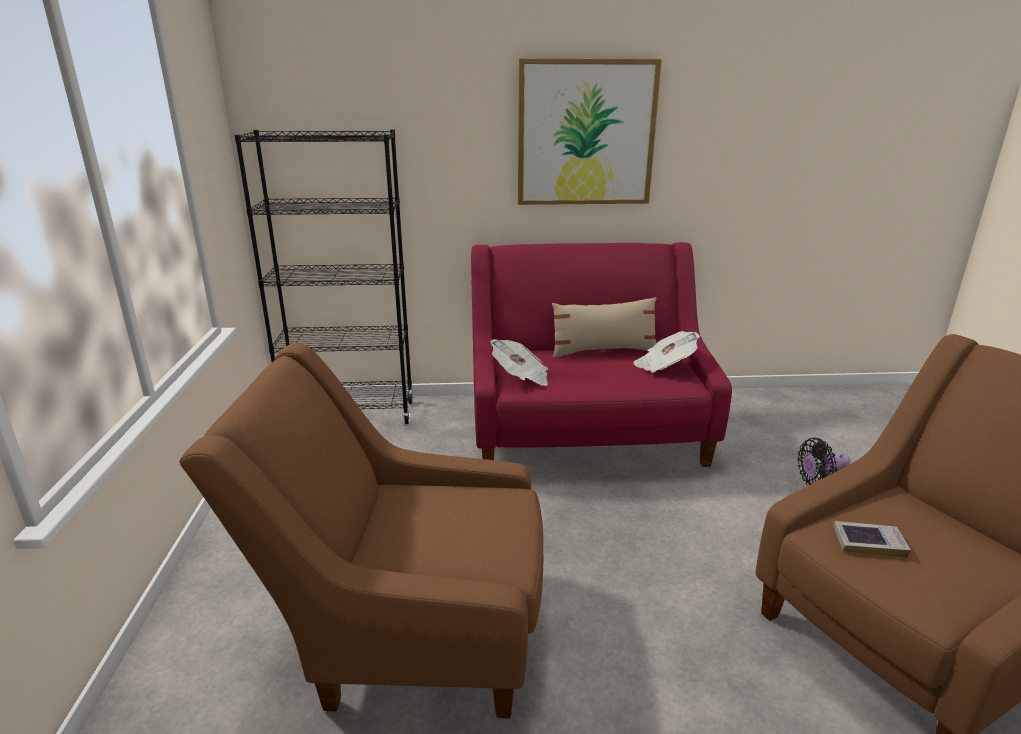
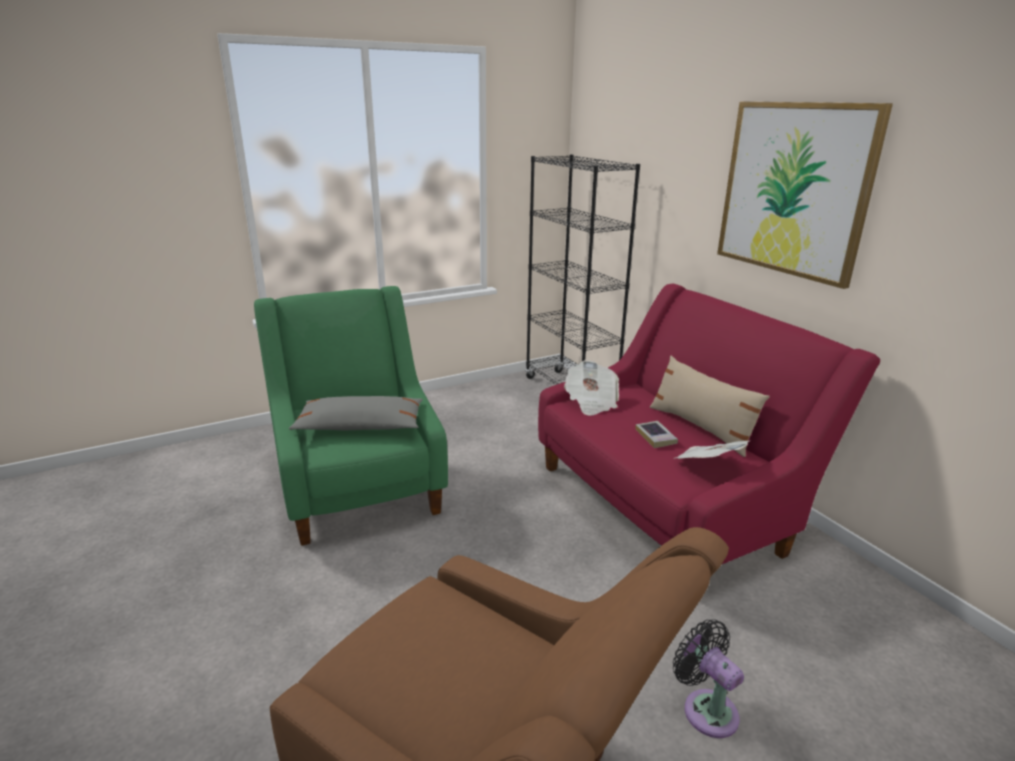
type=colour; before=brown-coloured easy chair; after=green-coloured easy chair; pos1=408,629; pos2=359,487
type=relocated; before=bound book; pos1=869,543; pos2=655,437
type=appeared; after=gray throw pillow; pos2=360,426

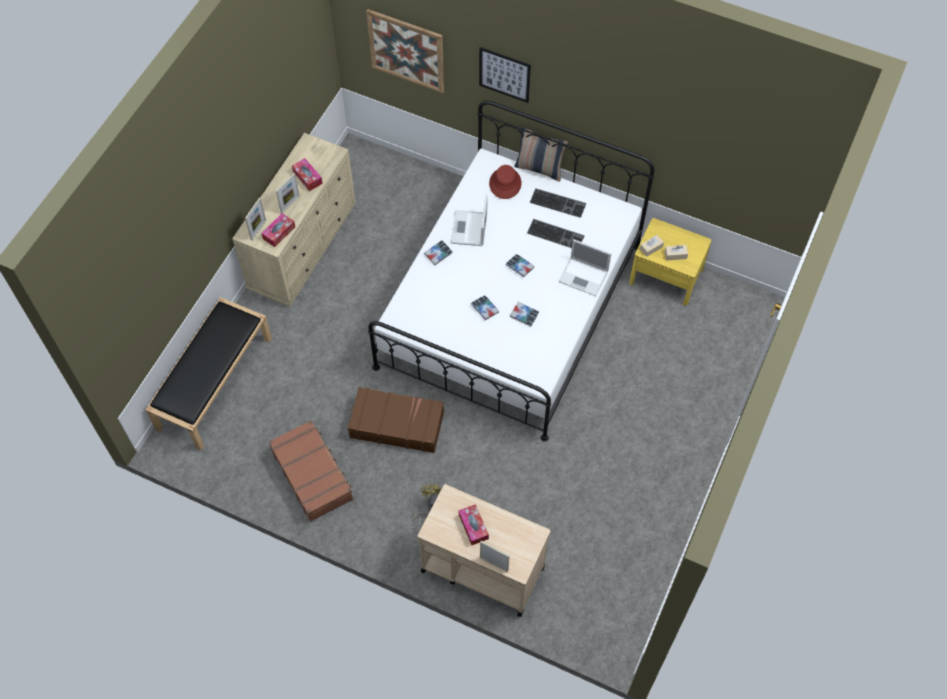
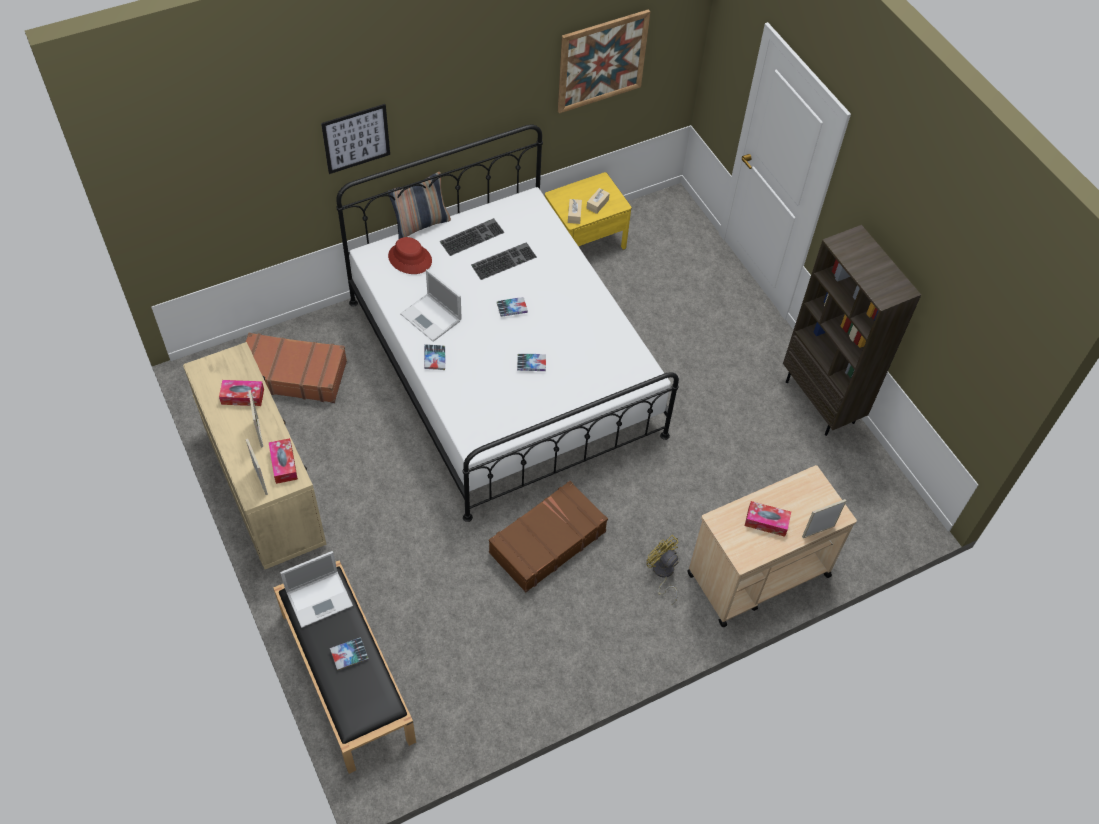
type=relocated; before=picture; pos1=406,50; pos2=602,61
type=relocated; before=notebook computer; pos1=584,277; pos2=320,598
type=relocated; before=bound book; pos1=524,315; pos2=349,655
type=relocated; before=brown-coloured piece of luggage; pos1=312,474; pos2=293,374
type=appeared; after=brown-coloured shelving unit; pos2=821,402

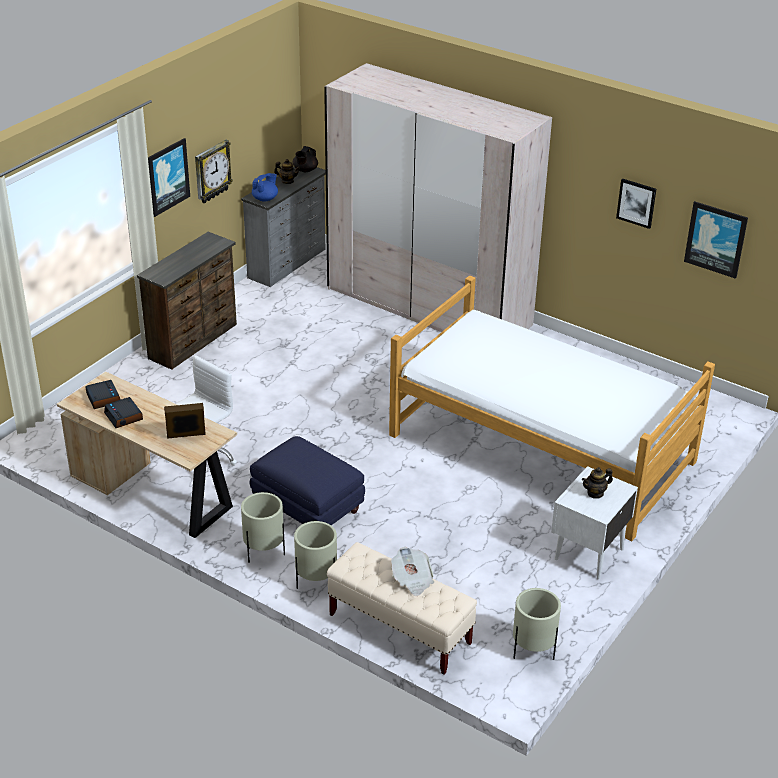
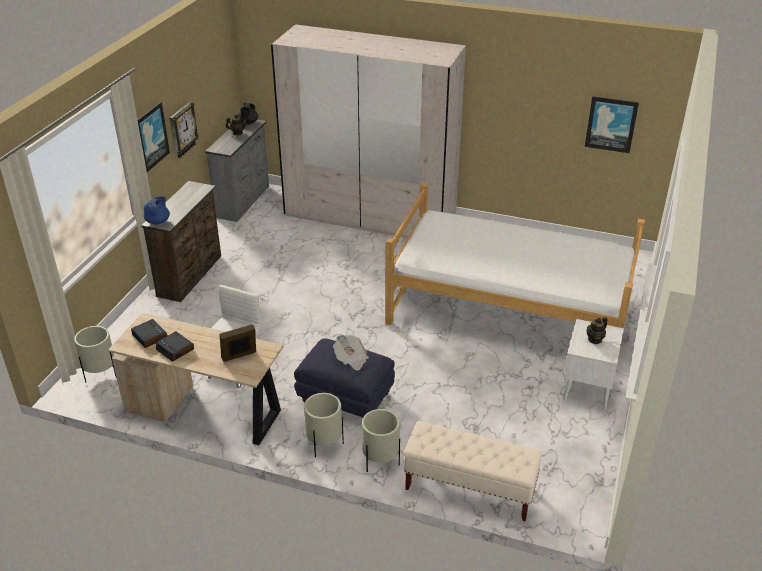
type=relocated; before=blue pot for tea; pos1=265,199; pos2=158,221
type=missing; before=picture; pos1=636,203
type=relocated; before=newspaper; pos1=412,580; pos2=351,359
type=relocated; before=sand-coloured planter; pos1=533,650; pos2=101,374

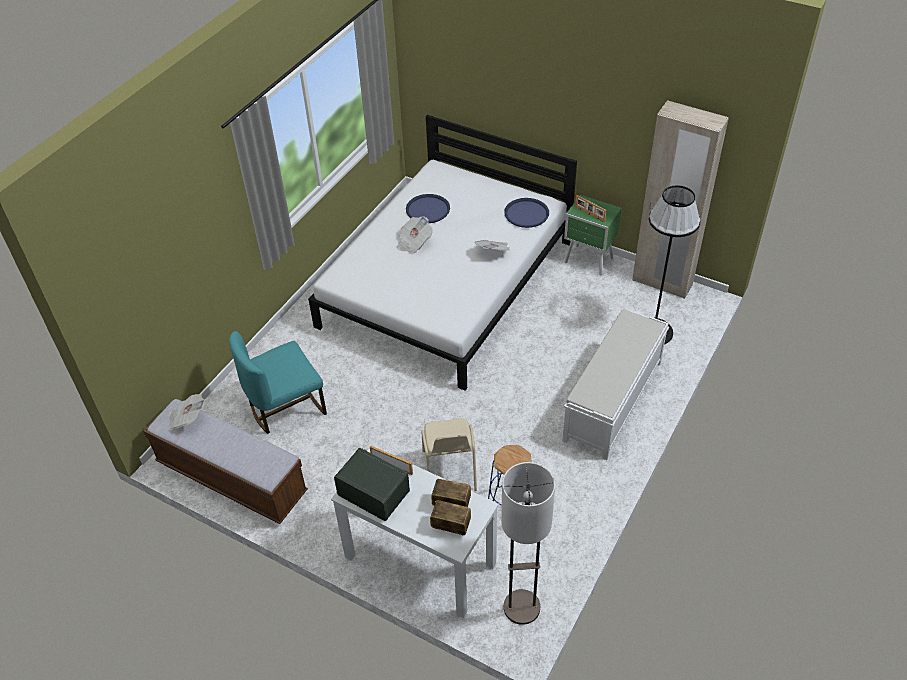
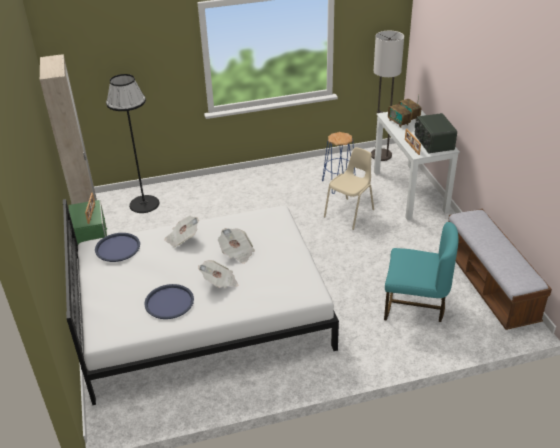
type=missing; before=white-coloured indoor bench; pos1=612,402
type=relocated; before=newspaper; pos1=187,418; pos2=237,253

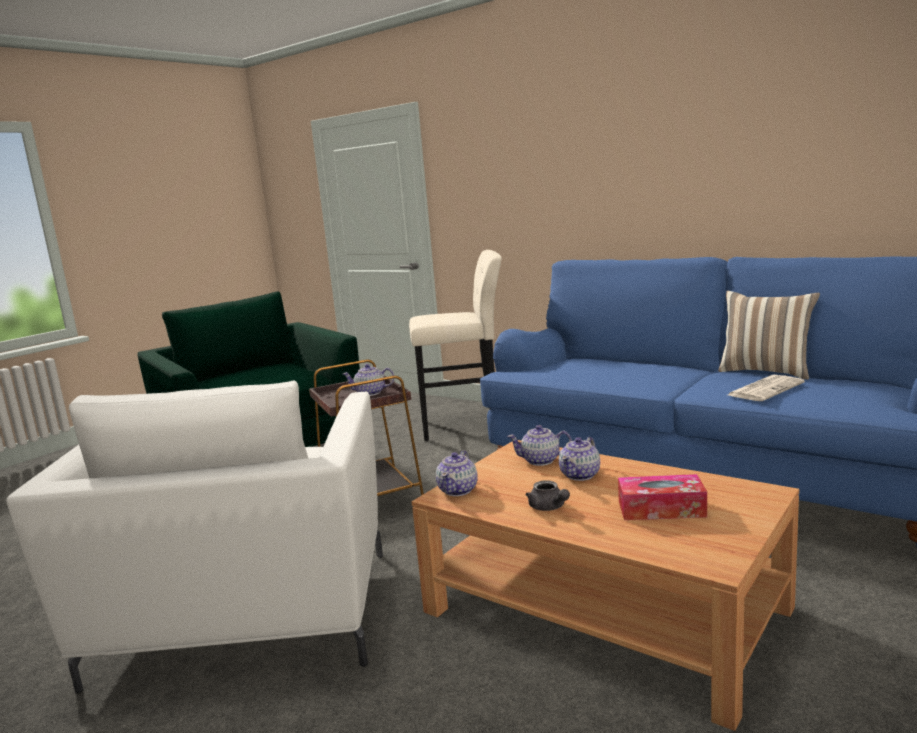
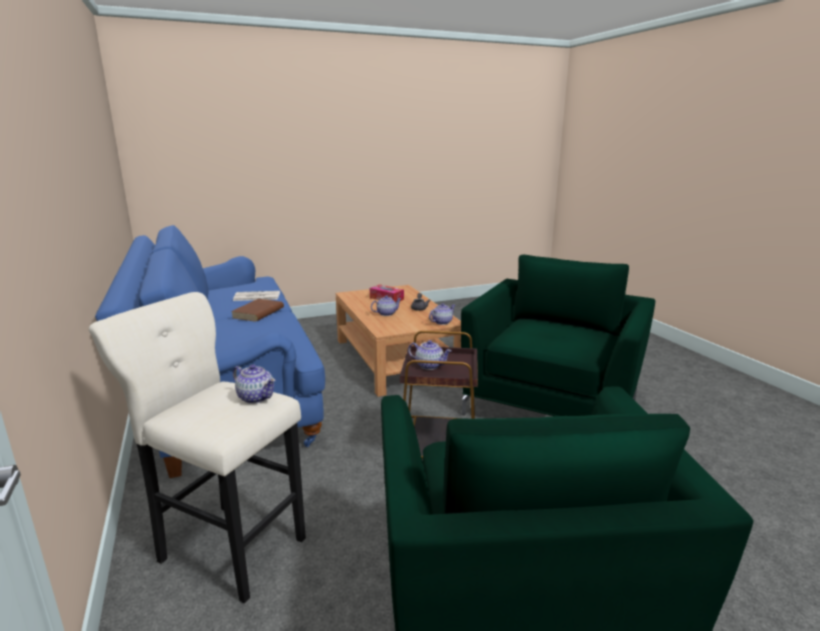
type=missing; before=throw pillow; pos1=766,371
type=colour; before=white-coloured easy chair; after=green-coloured easy chair; pos1=246,618; pos2=551,406
type=relocated; before=pot for tea; pos1=541,461; pos2=256,397
type=appeared; after=brown-coloured bound book; pos2=258,313

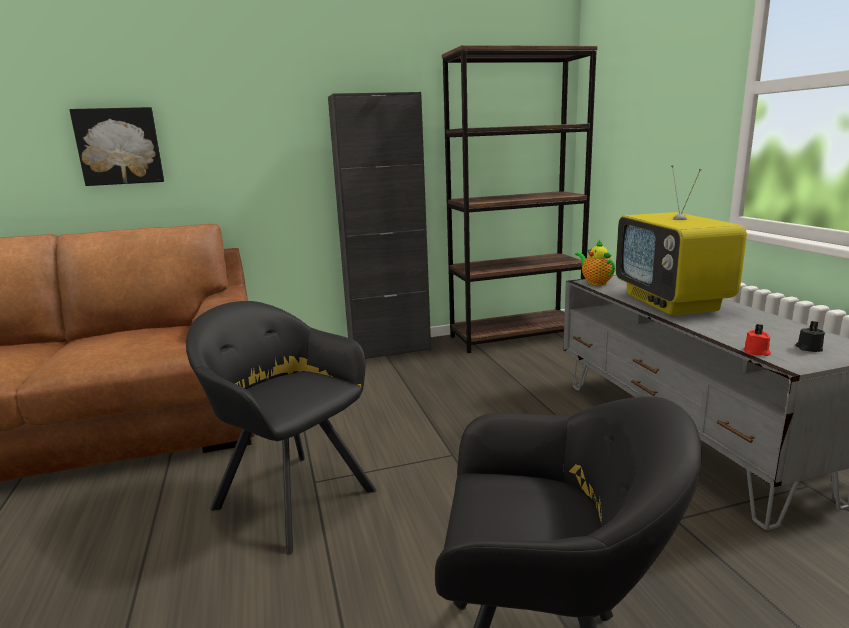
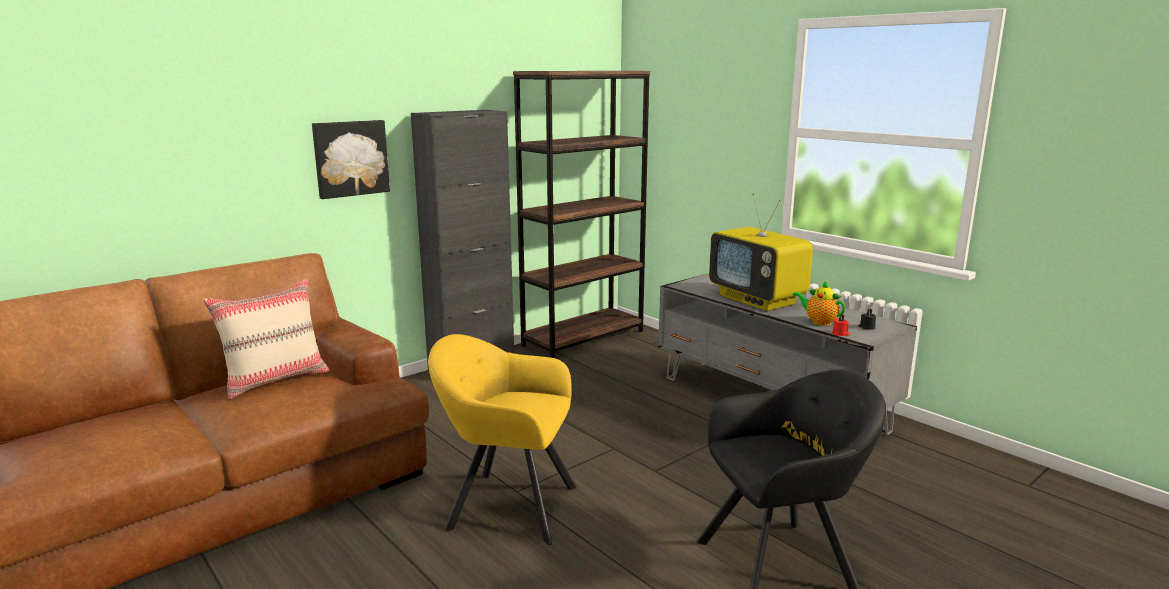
type=relocated; before=picture; pos1=119,146; pos2=350,158
type=relocated; before=pot for tea; pos1=595,282; pos2=819,322
type=colour; before=black easy chair; after=yellowish easy chair; pos1=290,495; pos2=506,505
type=appeared; after=sand-coloured throw pillow; pos2=275,380

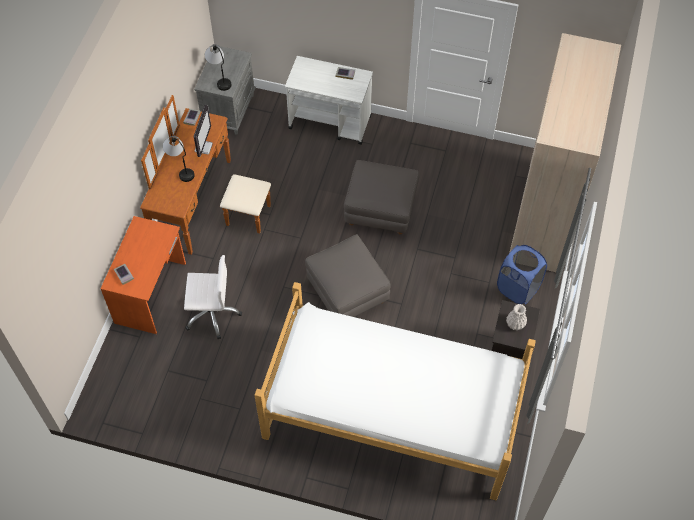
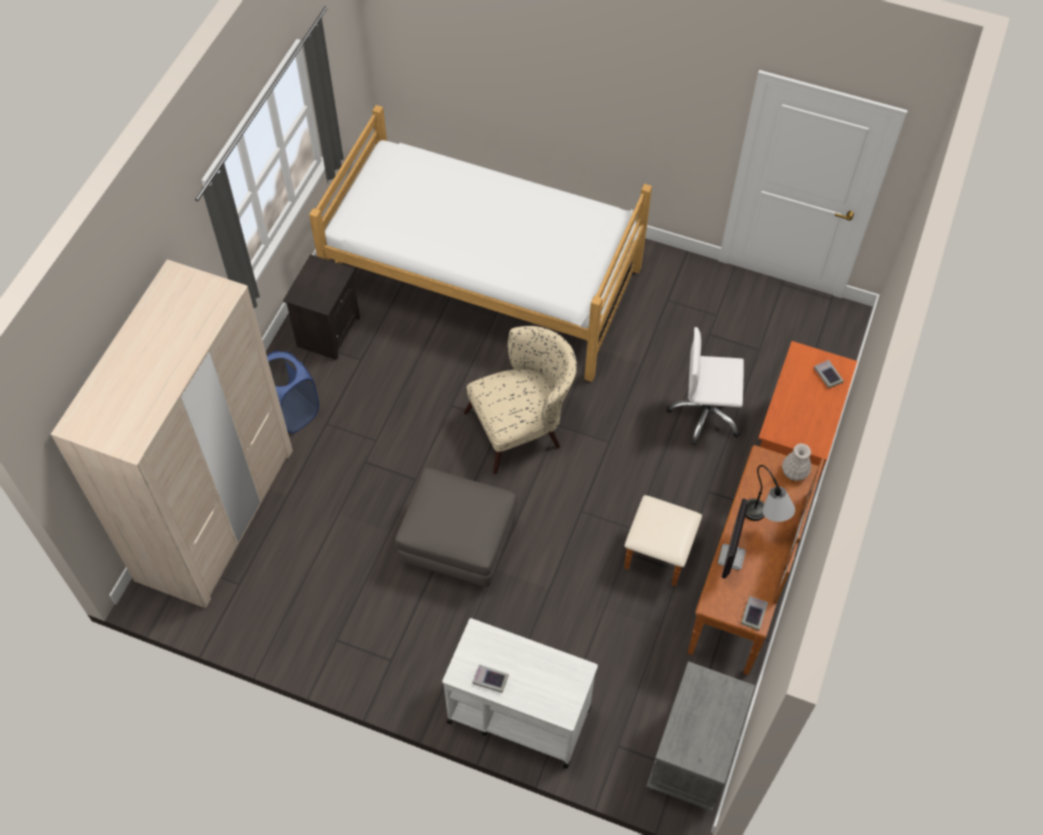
type=missing; before=table lamp; pos1=220,78
type=exchanged; before=gray footrest; after=sand-coloured easy chair; pos1=347,292; pos2=522,427
type=relocated; before=white-coloured decorative vase; pos1=515,324; pos2=794,472

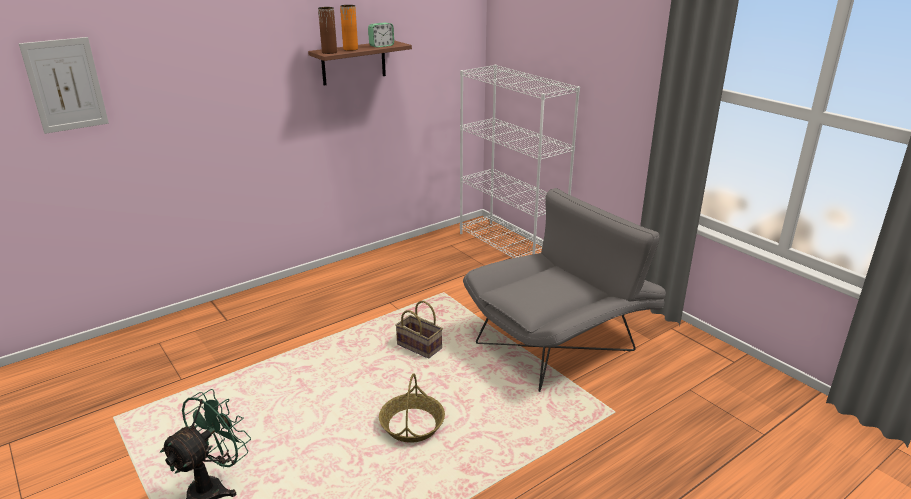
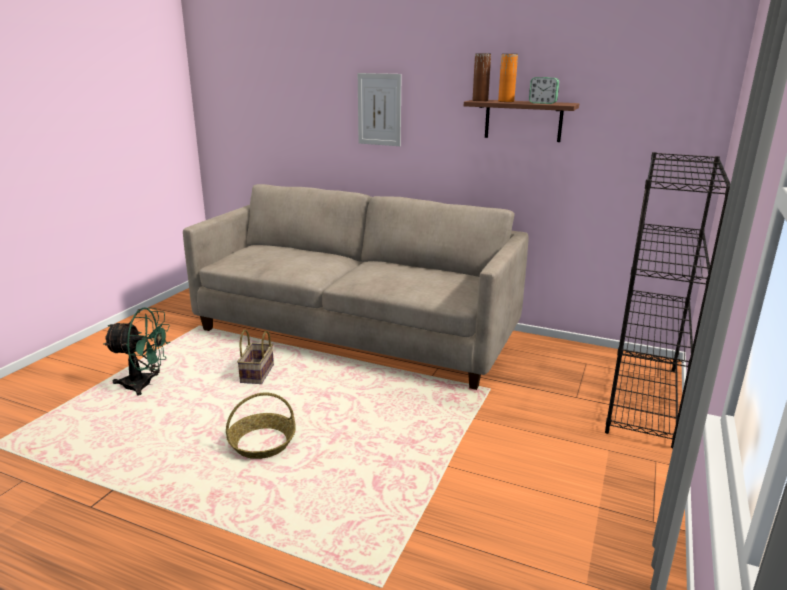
type=relocated; before=picture; pos1=65,85; pos2=379,109
type=colour; before=white-coloured shelving unit; after=black shelving unit; pos1=511,247; pos2=643,399
type=missing; before=gray easy chair; pos1=562,341
type=relocated; before=storage basket; pos1=420,347; pos2=258,374
type=appeared; after=sand-coloured sofa; pos2=356,332

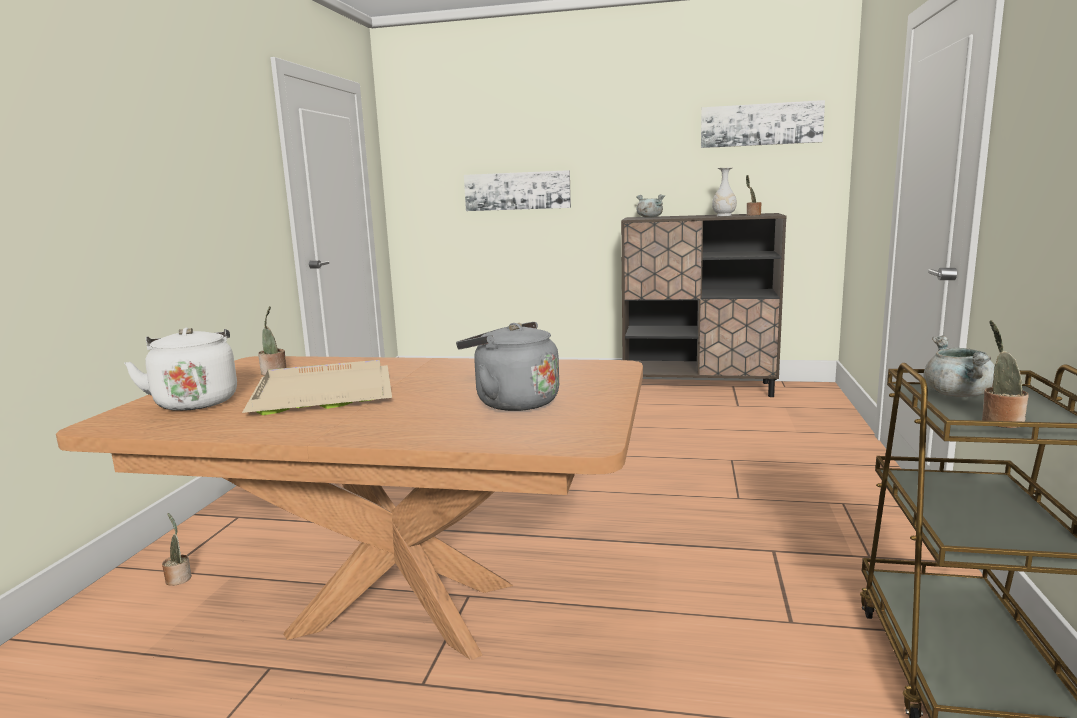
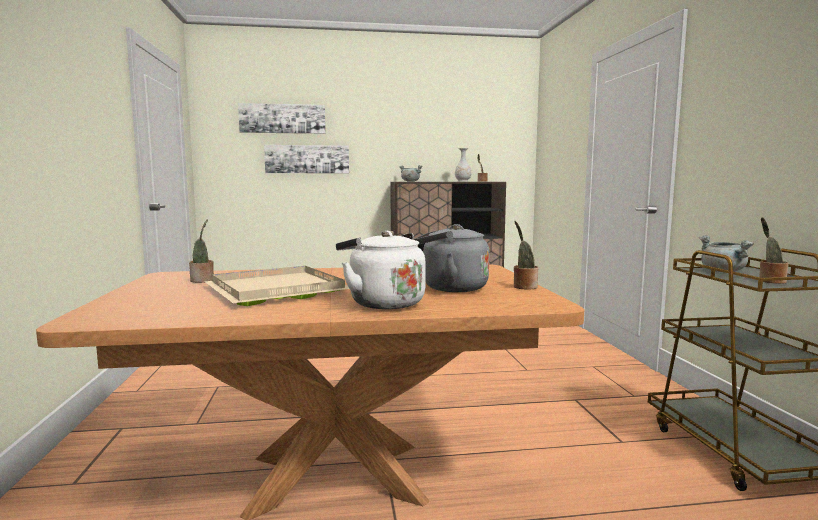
type=relocated; before=picture; pos1=760,124; pos2=282,118
type=relocated; before=white-coloured kettle; pos1=196,401; pos2=383,303
type=relocated; before=plant in a pot; pos1=178,578; pos2=523,286

